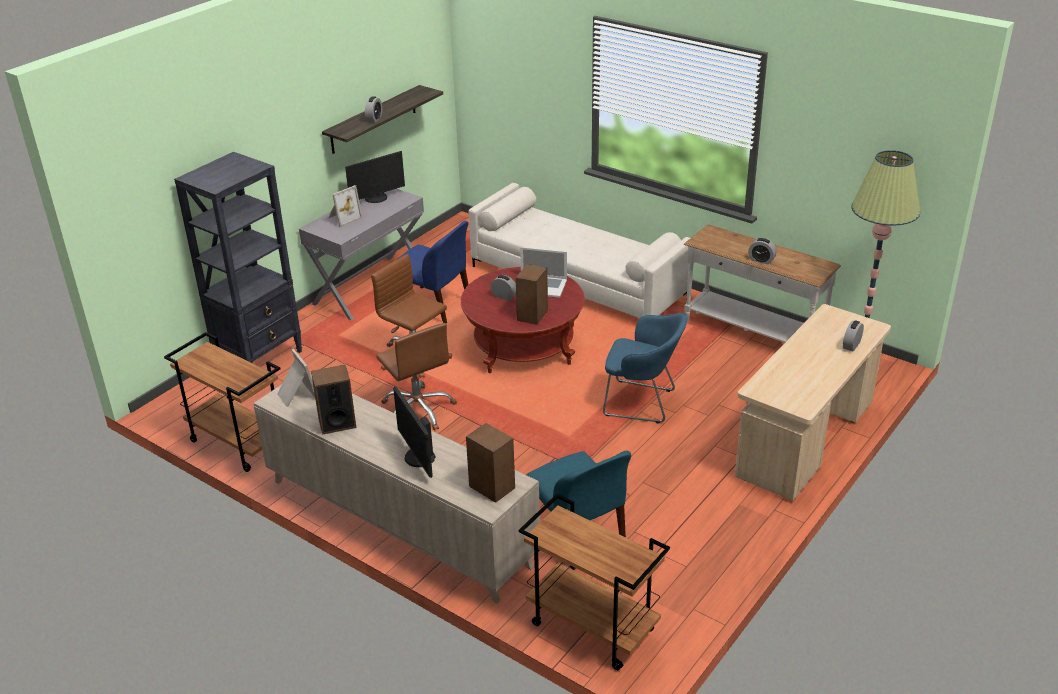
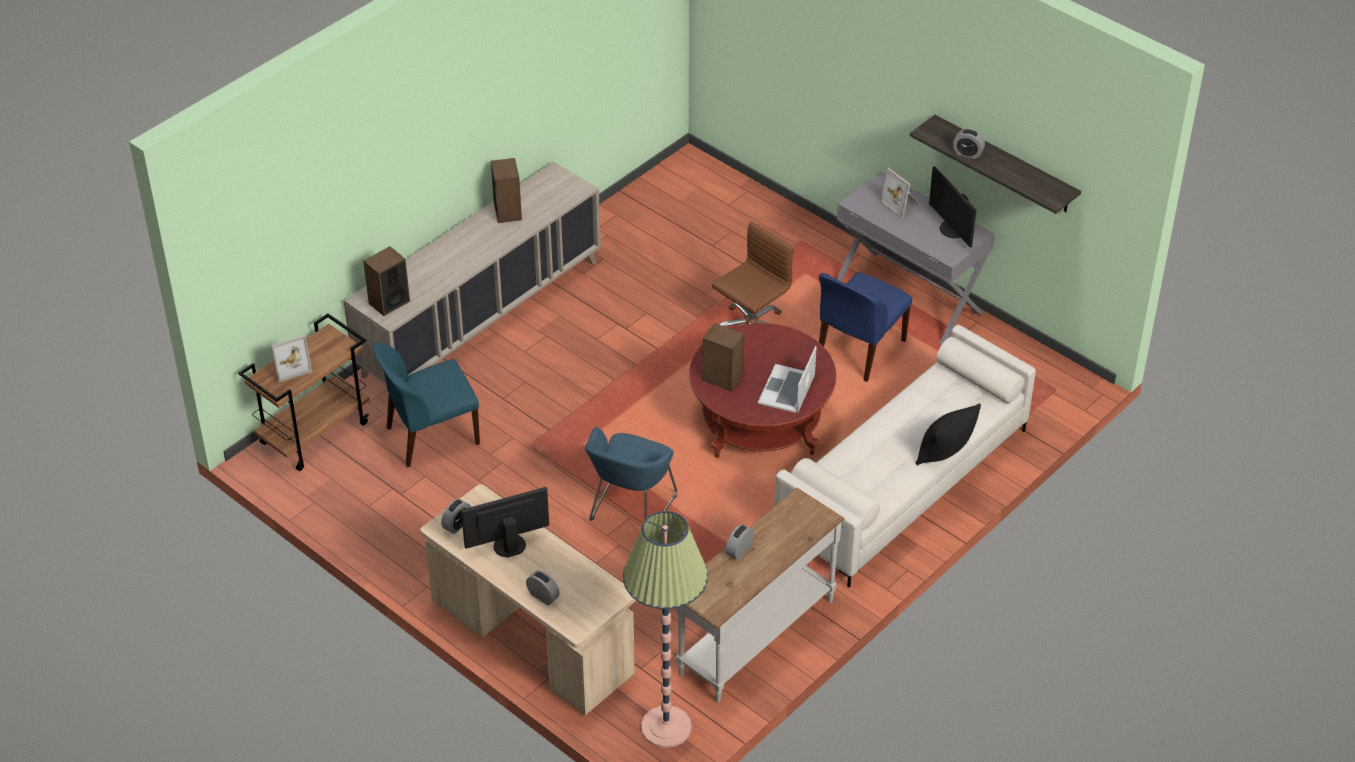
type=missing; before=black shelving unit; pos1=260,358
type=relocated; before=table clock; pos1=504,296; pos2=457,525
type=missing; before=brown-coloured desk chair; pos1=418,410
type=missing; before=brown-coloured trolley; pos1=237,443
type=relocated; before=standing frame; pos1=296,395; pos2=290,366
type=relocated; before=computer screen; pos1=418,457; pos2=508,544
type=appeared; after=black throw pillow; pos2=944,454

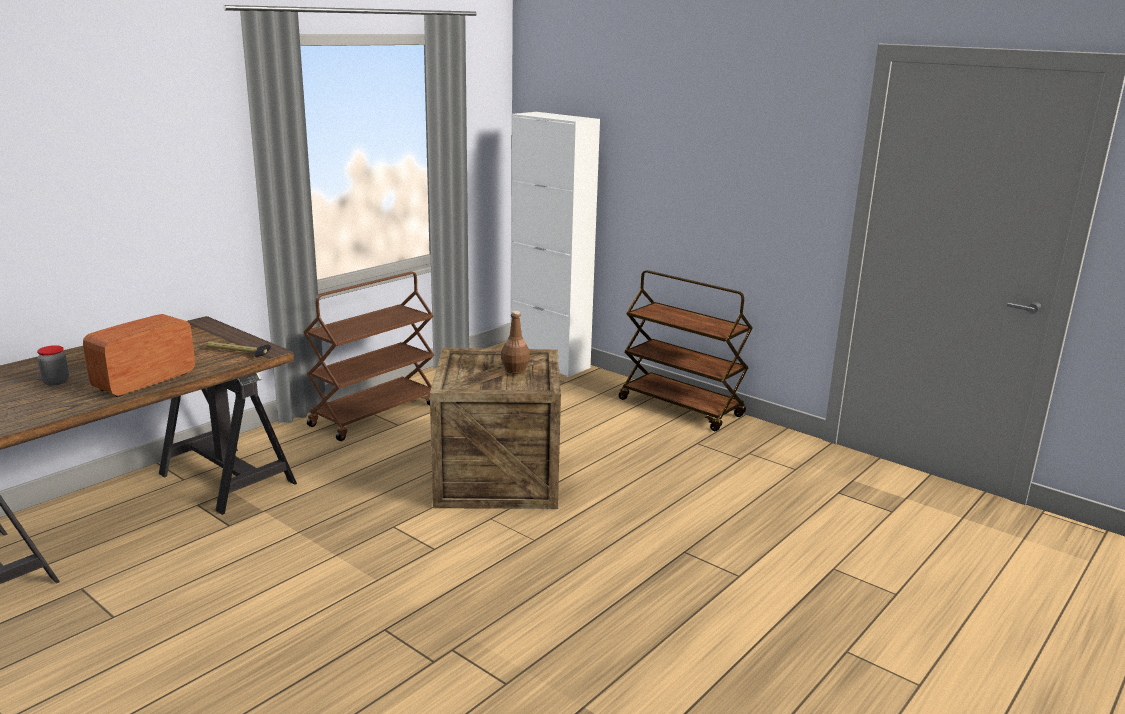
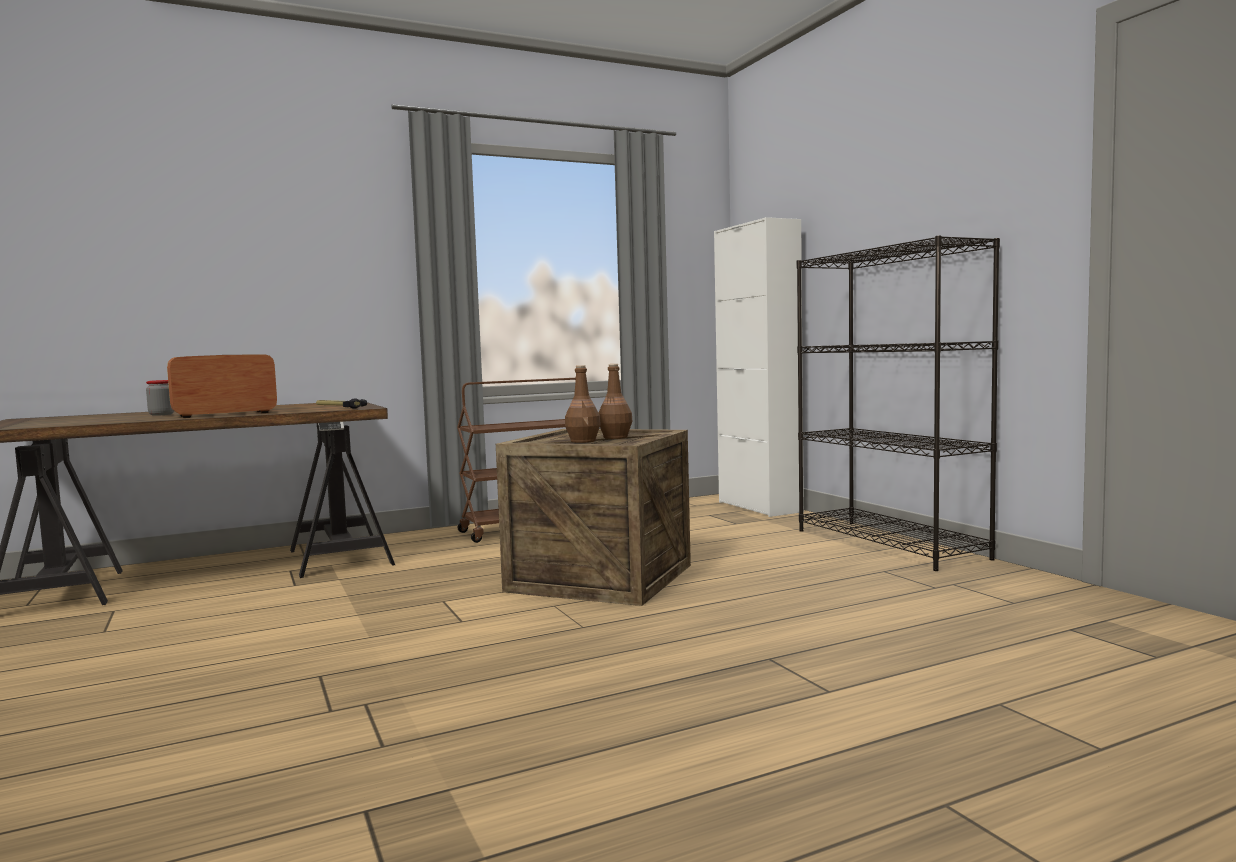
type=exchanged; before=brown-coloured trolley; after=black shelving unit; pos1=681,408; pos2=890,544
type=appeared; after=brown-coloured beverage bottle; pos2=583,441

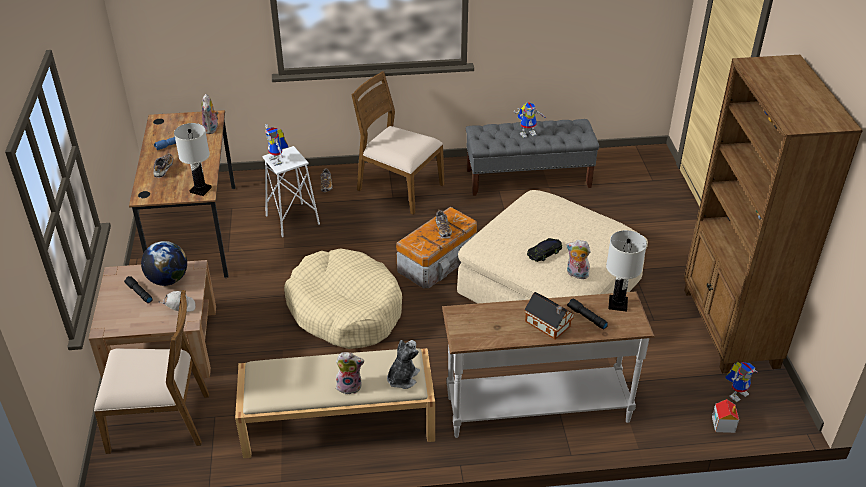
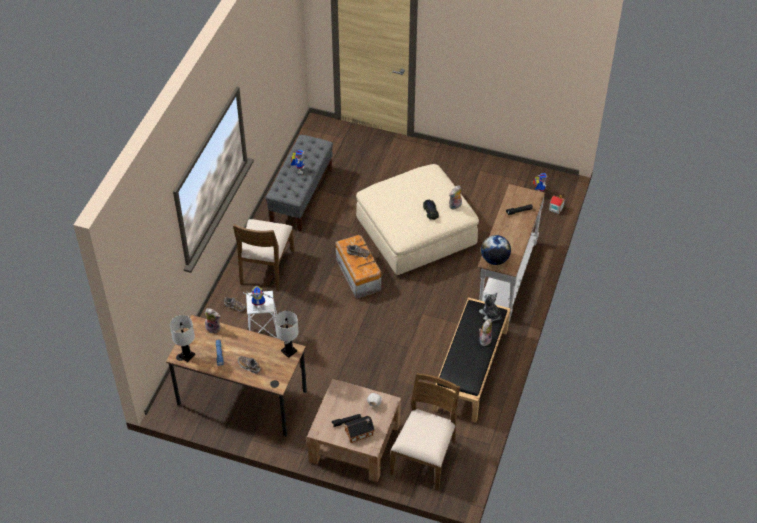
type=missing; before=brown-coloured shelving unit; pos1=729,328
type=spun; before=brown-coloured chair; pos1=399,188; pos2=266,267; turn=-45
type=relocated; before=white-coloured table lamp; pos1=617,304; pos2=187,356
type=relocated; before=globe; pos1=168,280; pos2=494,259
type=missing; before=sand-coloured dog cushion; pos1=345,310
type=relocated; before=toy house; pos1=549,325; pos2=360,432
type=colour; before=sand-coloured indoor bench; after=black indoor bench; pos1=337,422; pos2=471,370

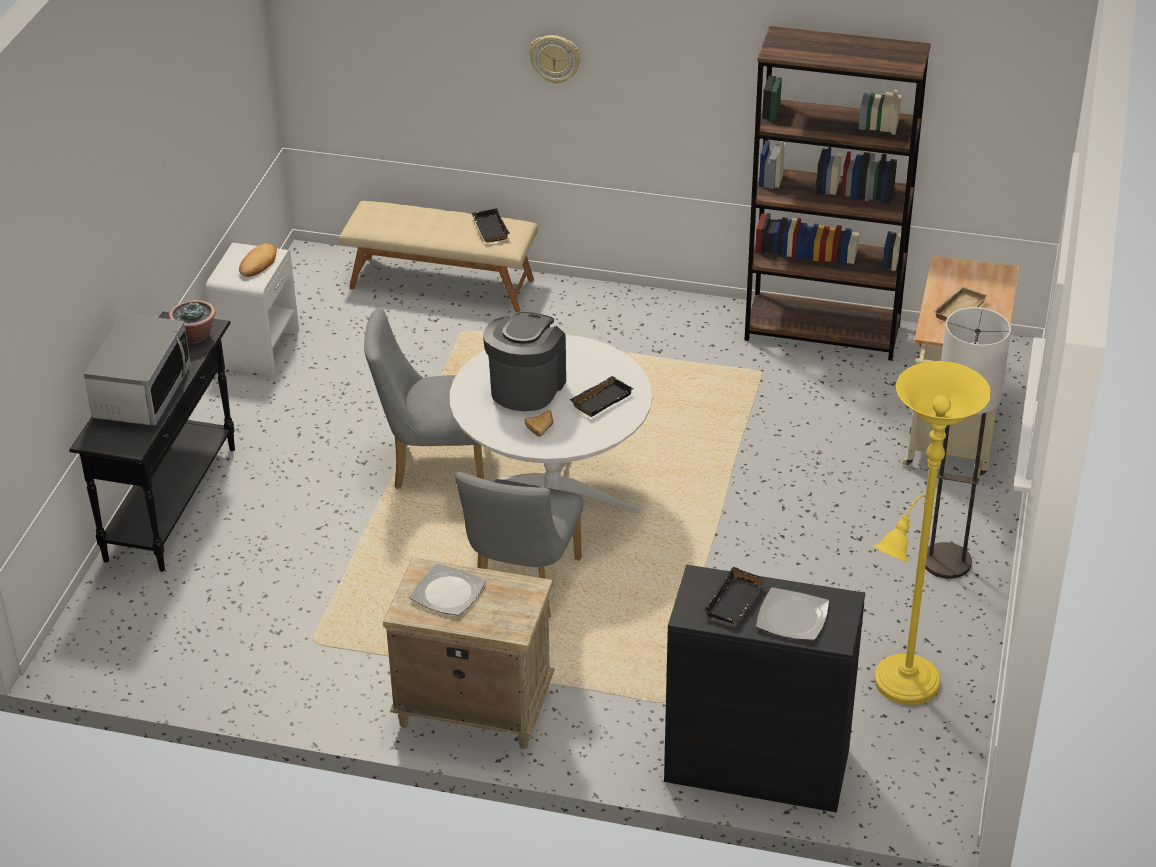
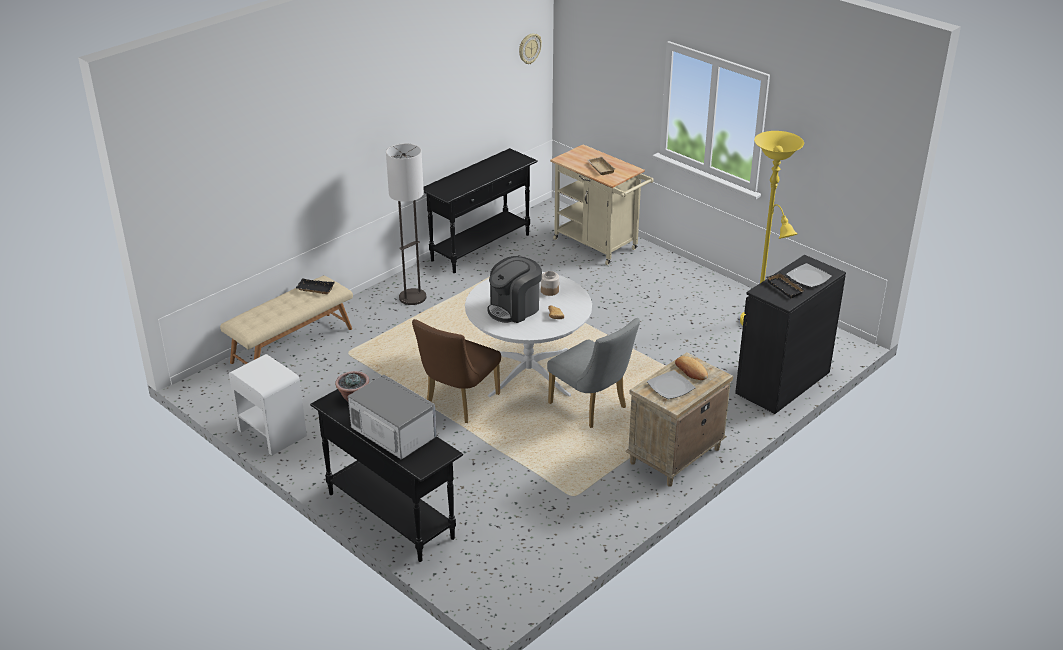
type=exchanged; before=brown-coloured shelving unit; after=black console table; pos1=823,332; pos2=481,247
type=relocated; before=wall clock; pos1=555,58; pos2=529,48
type=relocated; before=bread; pos1=258,264; pos2=691,371
type=colour; before=gray chair; after=brown-coloured chair; pos1=432,465; pos2=458,404
type=relocated; before=floor lamp; pos1=946,562; pos2=412,297
type=spun; before=coffee brewer; pos1=526,387; pos2=514,309; turn=-90
type=exchanged; before=black carrying tray; after=preserve jar; pos1=601,399; pos2=549,291

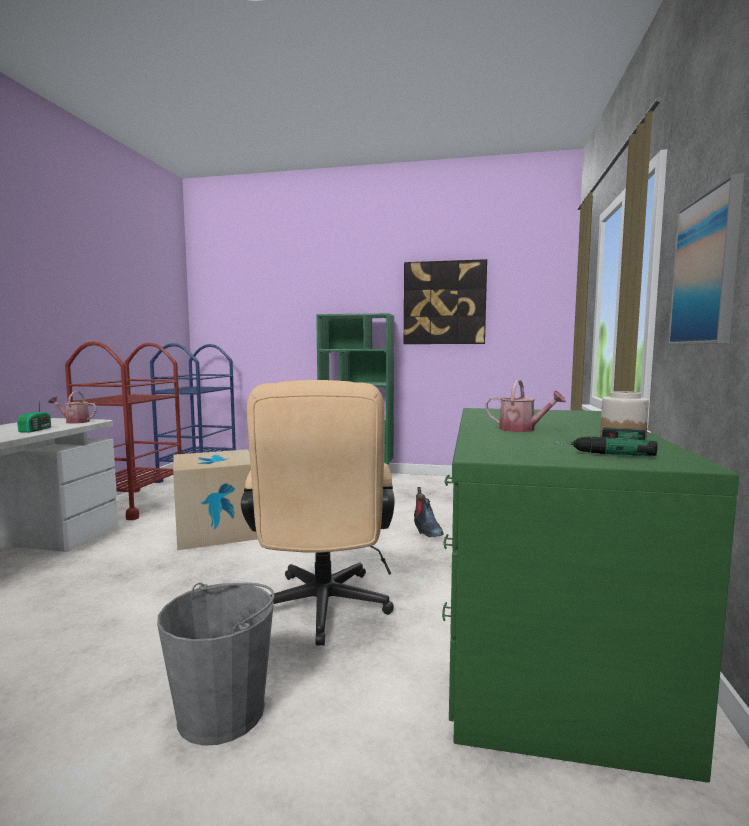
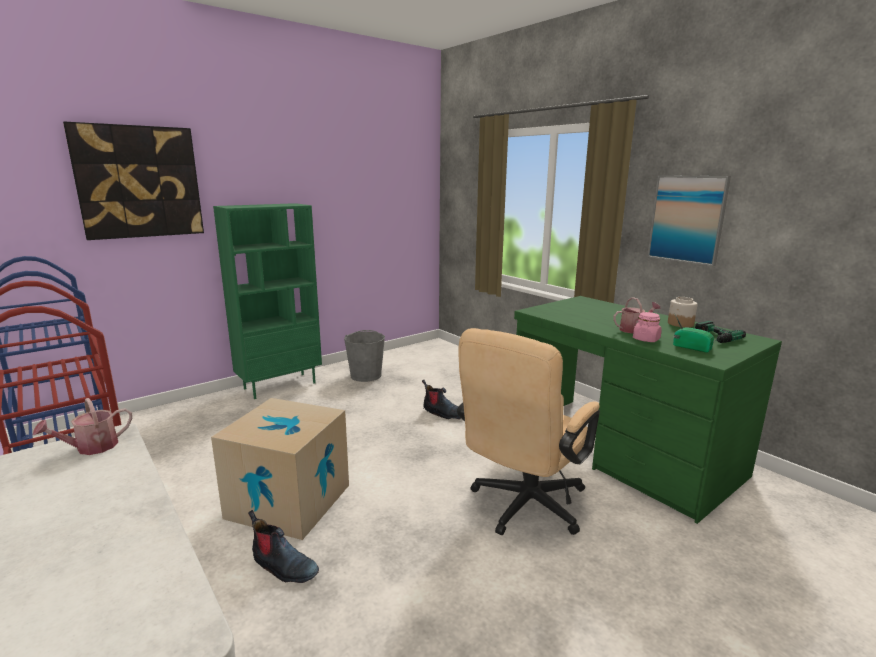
type=relocated; before=picture; pos1=444,303; pos2=139,182
type=spun; before=sand-coloured desk chair; pos1=322,612; pos2=523,507; turn=90
type=relocated; before=radio set; pos1=37,430; pos2=690,347
type=relocated; before=gray bucket; pos1=222,712; pos2=366,375
type=appeared; after=pink-coloured preserve jar; pos2=646,339
type=appeared; after=tall boot; pos2=283,567

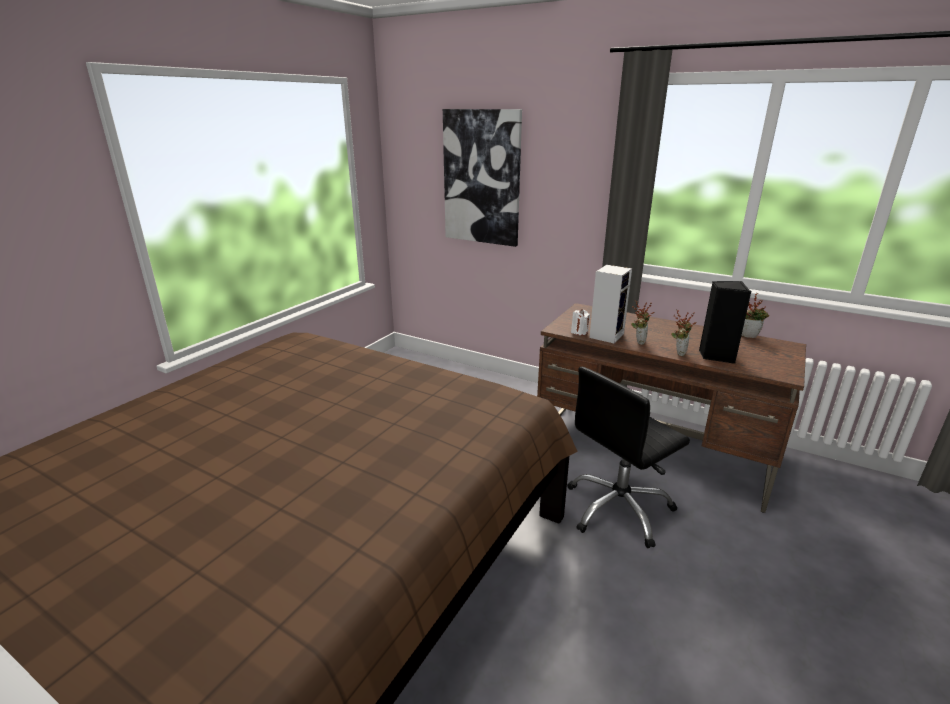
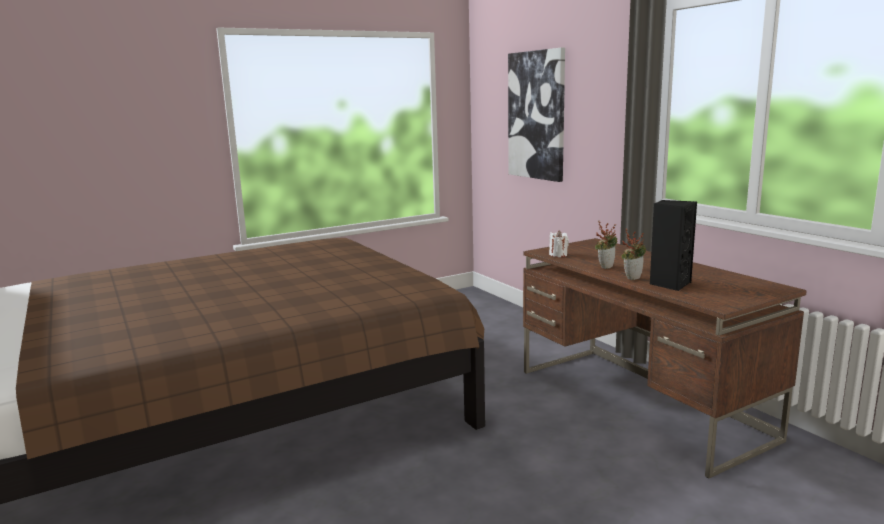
type=missing; before=speaker; pos1=606,335
type=missing; before=plant in a pot; pos1=749,335
type=missing; before=black desk chair; pos1=619,509

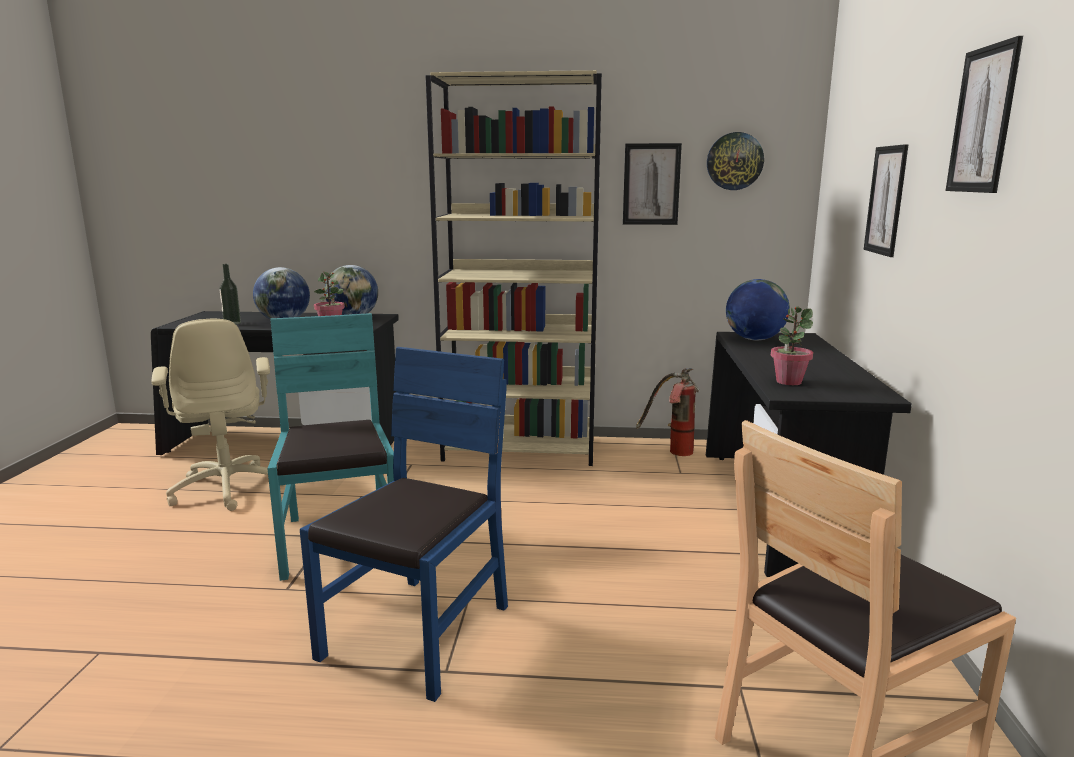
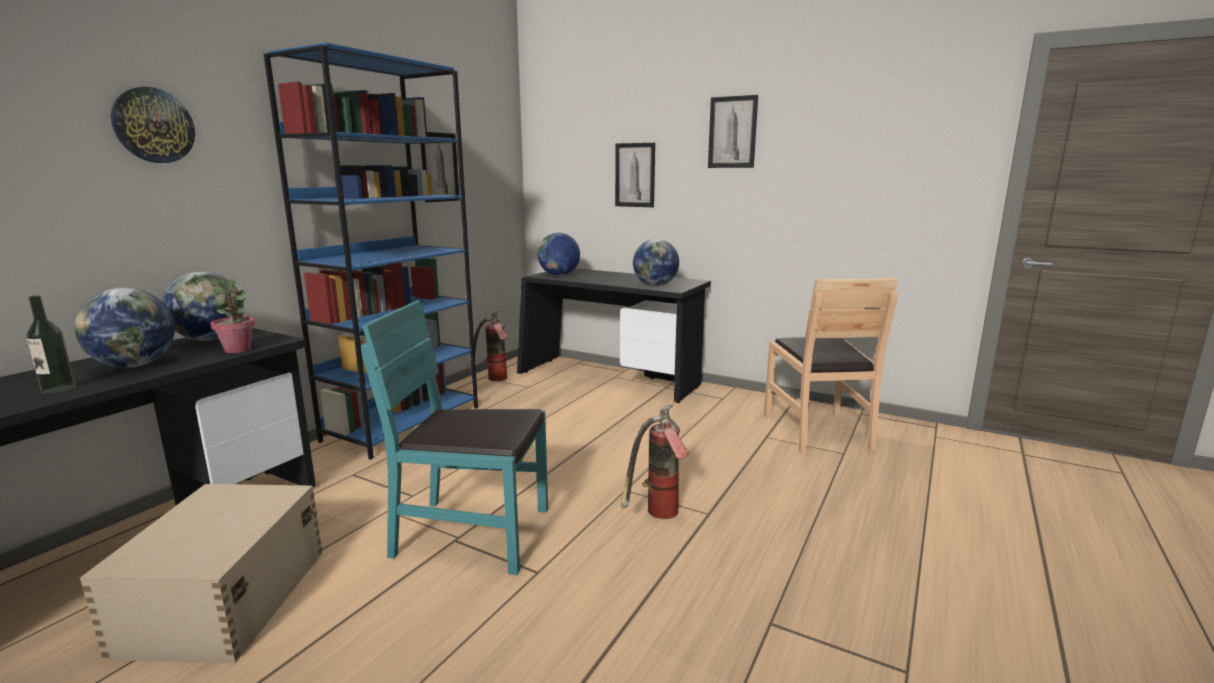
type=colour; before=sand-coloured shelving unit; after=blue shelving unit; pos1=521,449; pos2=403,423
type=relocated; before=wall clock; pos1=734,161; pos2=153,125
type=exchanged; before=plant in a pot; after=globe; pos1=788,382; pos2=655,285
type=exchanged; before=sand-coloured desk chair; after=sand-coloured storage container; pos1=228,488; pos2=223,601
type=exchanged; before=blue chair; after=extinguisher; pos1=418,633; pos2=657,516

